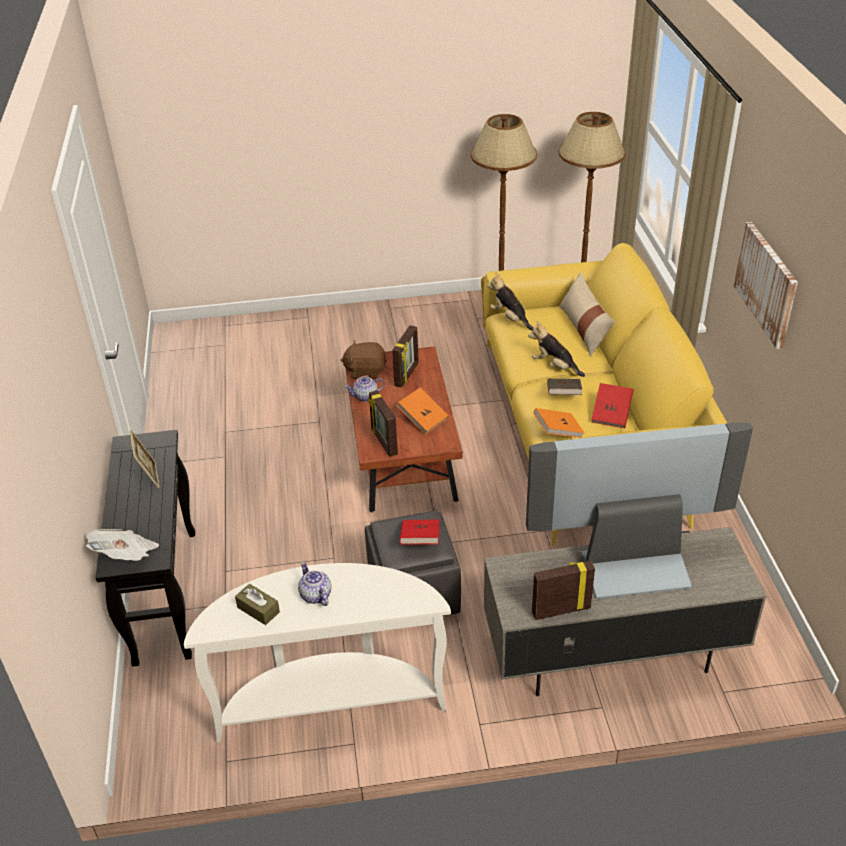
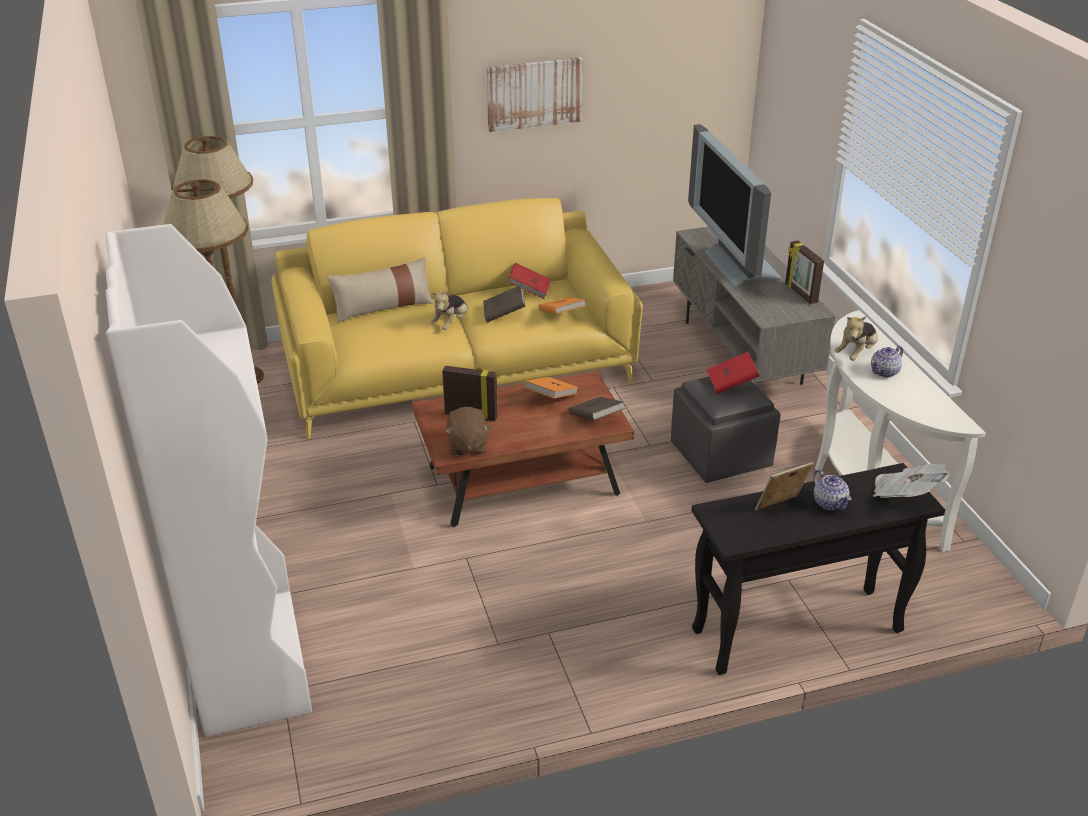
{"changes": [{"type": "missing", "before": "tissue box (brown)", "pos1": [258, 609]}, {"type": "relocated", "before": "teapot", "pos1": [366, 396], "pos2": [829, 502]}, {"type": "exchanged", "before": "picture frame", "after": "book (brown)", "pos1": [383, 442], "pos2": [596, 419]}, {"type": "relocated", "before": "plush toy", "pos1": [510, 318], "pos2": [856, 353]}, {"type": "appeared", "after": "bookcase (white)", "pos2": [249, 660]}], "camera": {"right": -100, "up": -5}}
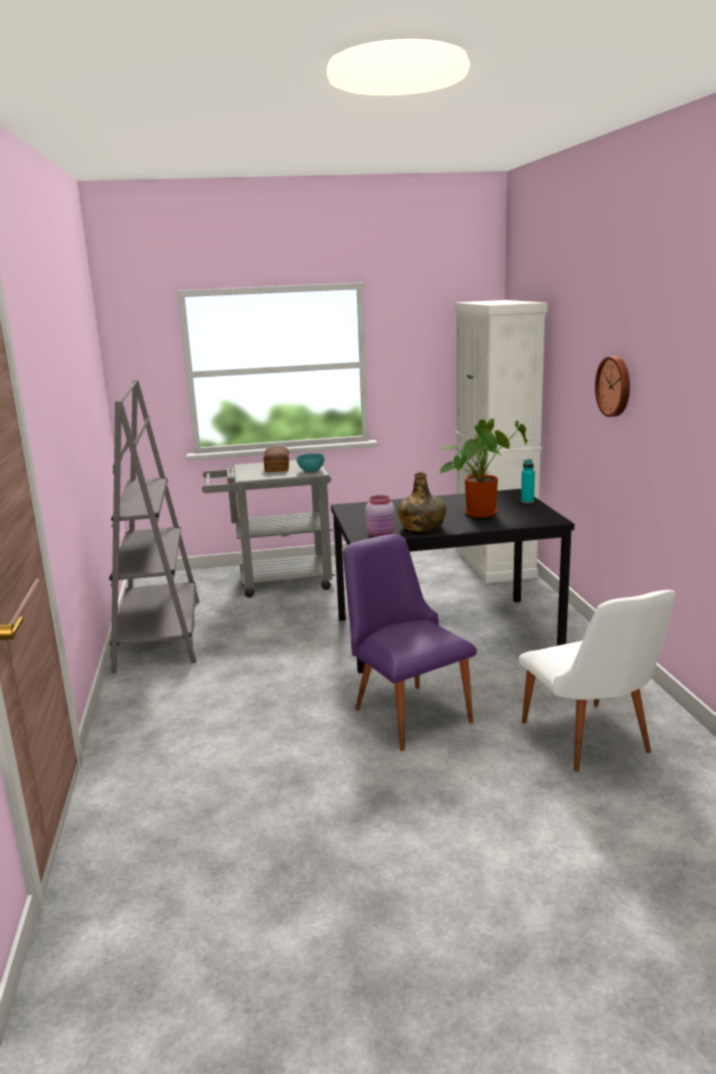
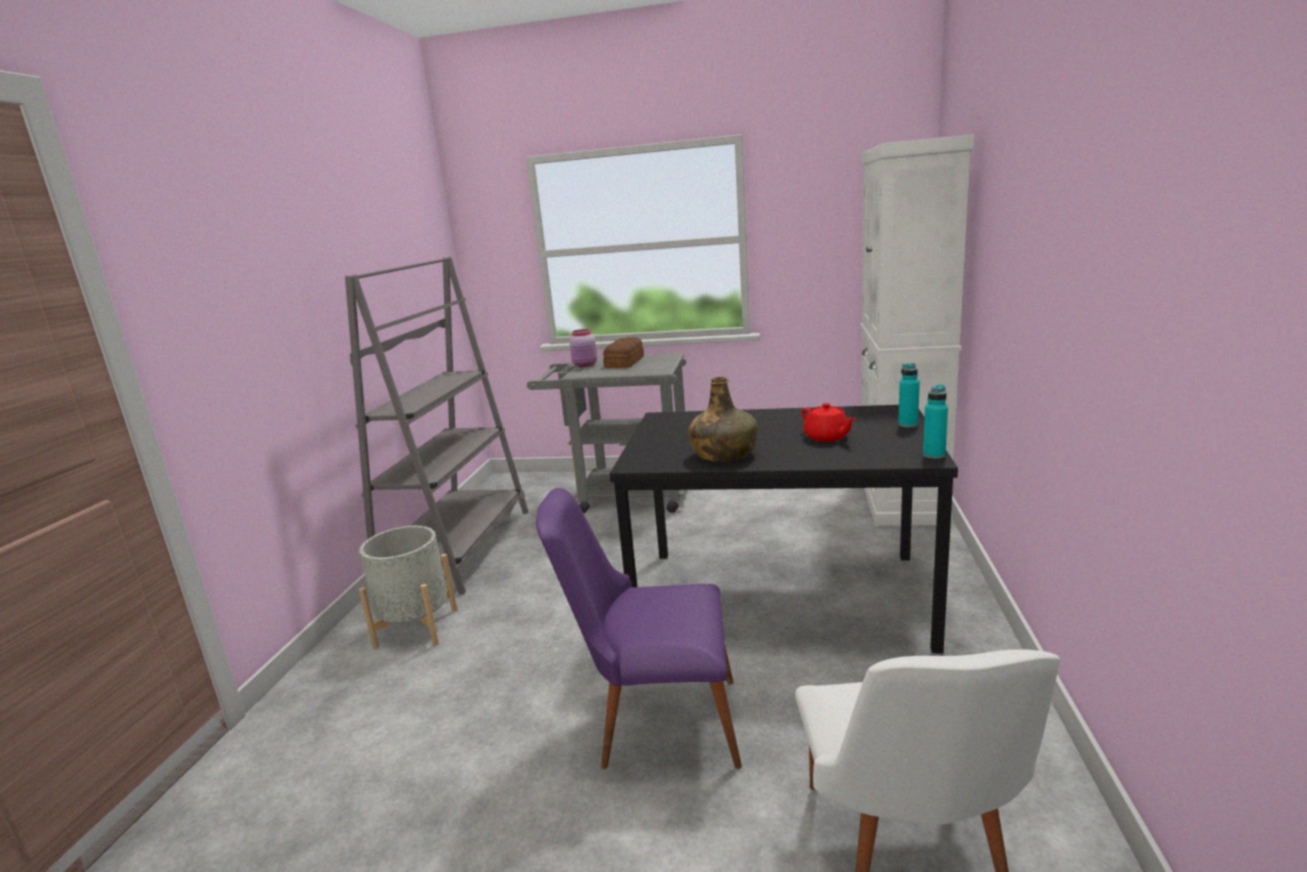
{"changes": [{"type": "missing", "before": "bowl (turquoise)", "pos1": [310, 471]}, {"type": "spun", "before": "chair (purple)", "pos1": [406, 710], "pos2": [654, 721], "turn": -75}, {"type": "relocated", "before": "jar (pink)", "pos1": [381, 534], "pos2": [585, 365]}, {"type": "exchanged", "before": "potted plant", "after": "teapot (red)", "pos1": [481, 512], "pos2": [827, 437]}, {"type": "missing", "before": "wall clock", "pos1": [615, 386]}, {"type": "appeared", "after": "planter (grey)", "pos2": [416, 628]}, {"type": "appeared", "after": "bottle (turquoise)", "pos2": [934, 455]}], "camera": {"right": 20, "up": 0}}
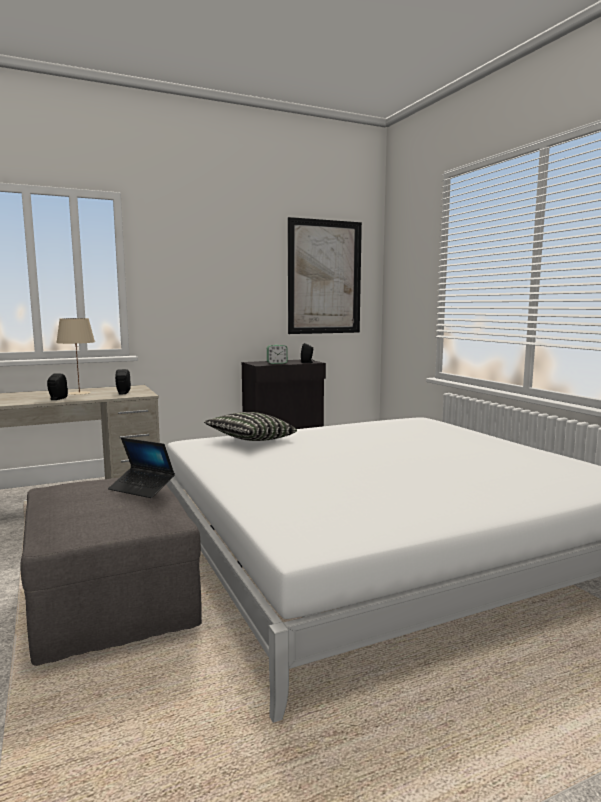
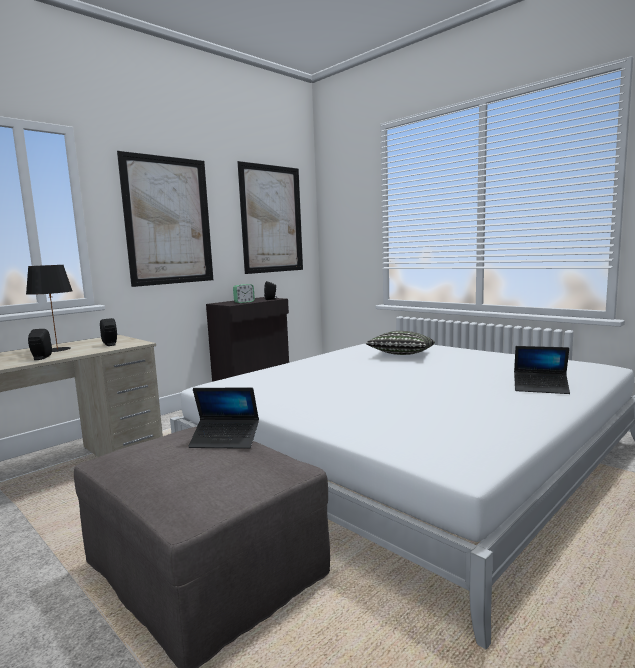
{"changes": [{"type": "colour", "before": "table lamp (beige)", "after": "table lamp (black)", "pos1": [79, 393], "pos2": [58, 349]}, {"type": "relocated", "before": "pillow", "pos1": [250, 440], "pos2": [401, 355]}, {"type": "appeared", "after": "picture", "pos2": [169, 221]}, {"type": "appeared", "after": "laptop", "pos2": [540, 388]}], "camera": {"right": -20, "up": 0}}
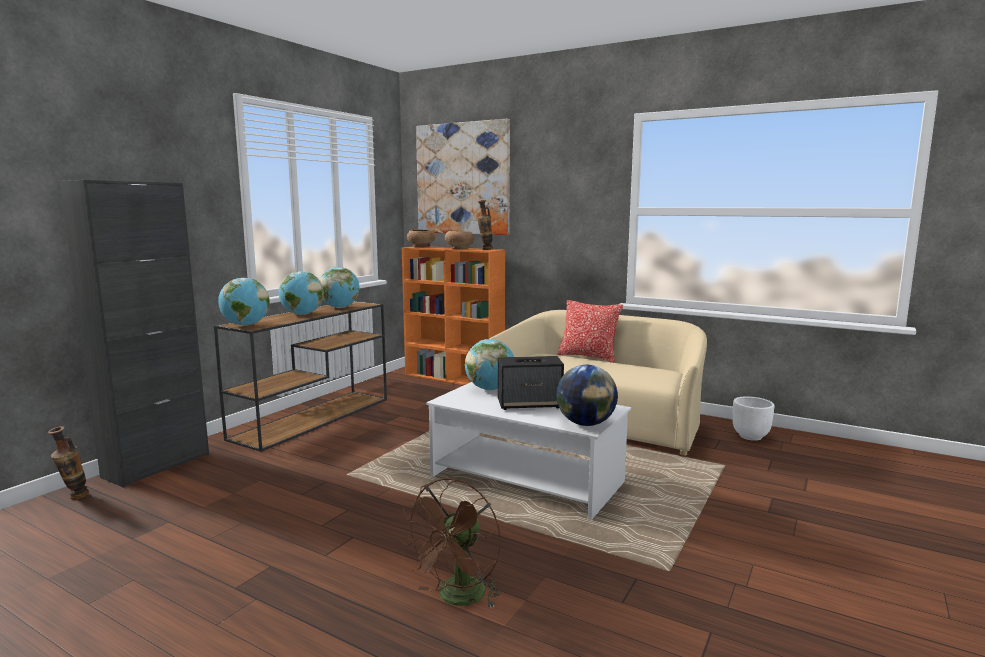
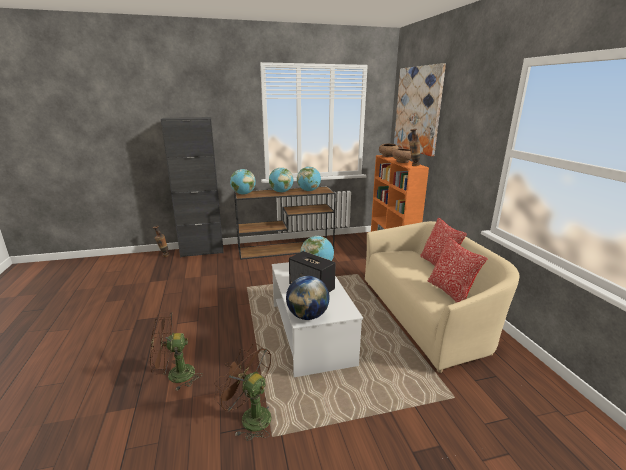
{"changes": [{"type": "missing", "before": "planter (white)", "pos1": [751, 436]}, {"type": "appeared", "after": "fan (brown)", "pos2": [250, 416]}, {"type": "appeared", "after": "pillow", "pos2": [450, 293]}], "camera": {"right": 45, "up": 10}}
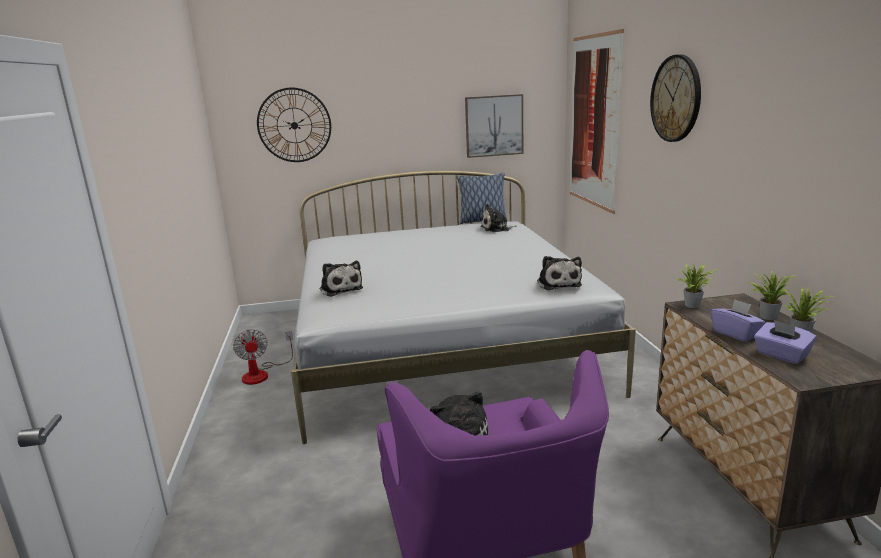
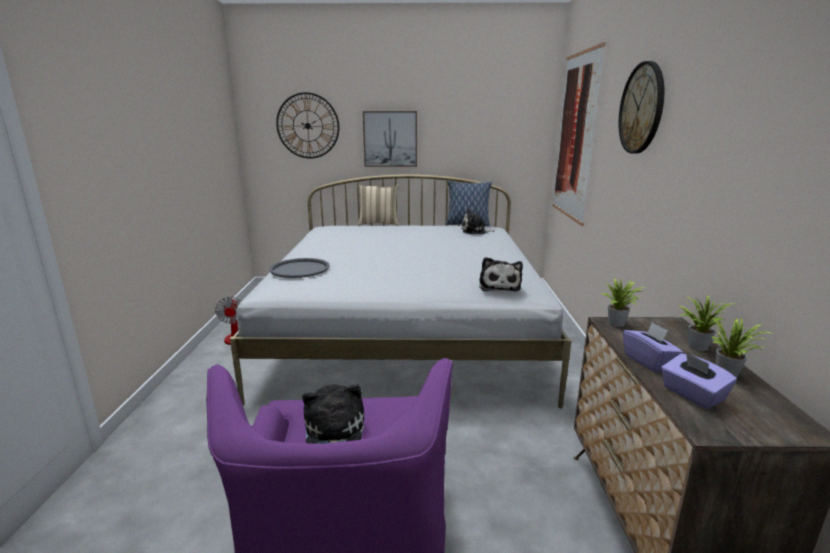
{"changes": [{"type": "exchanged", "before": "plush toy", "after": "tray (grey)", "pos1": [340, 289], "pos2": [299, 269]}, {"type": "relocated", "before": "picture", "pos1": [494, 126], "pos2": [390, 139]}, {"type": "appeared", "after": "pillow (beige)", "pos2": [378, 223]}], "camera": {"right": 10, "up": 0}}
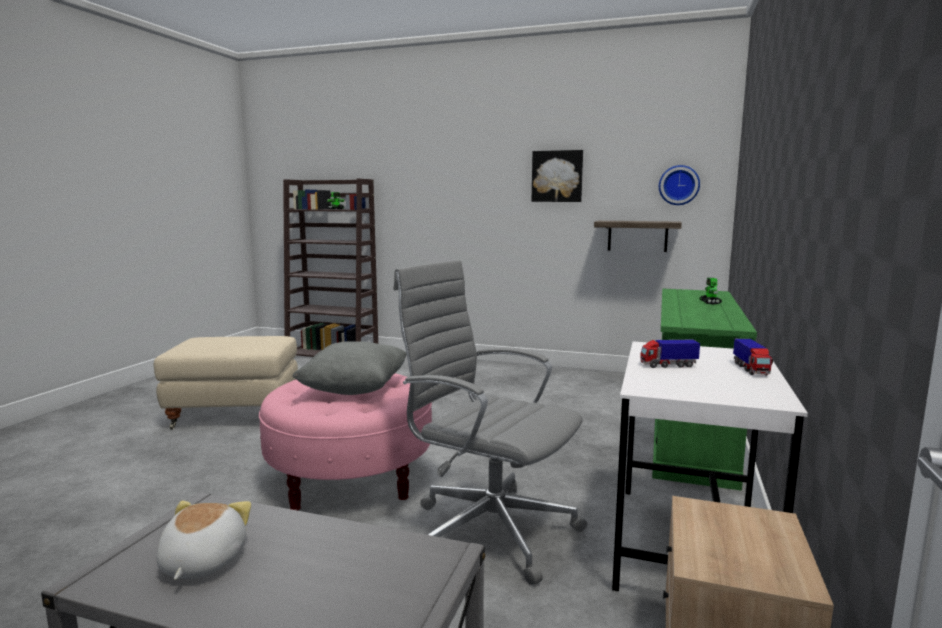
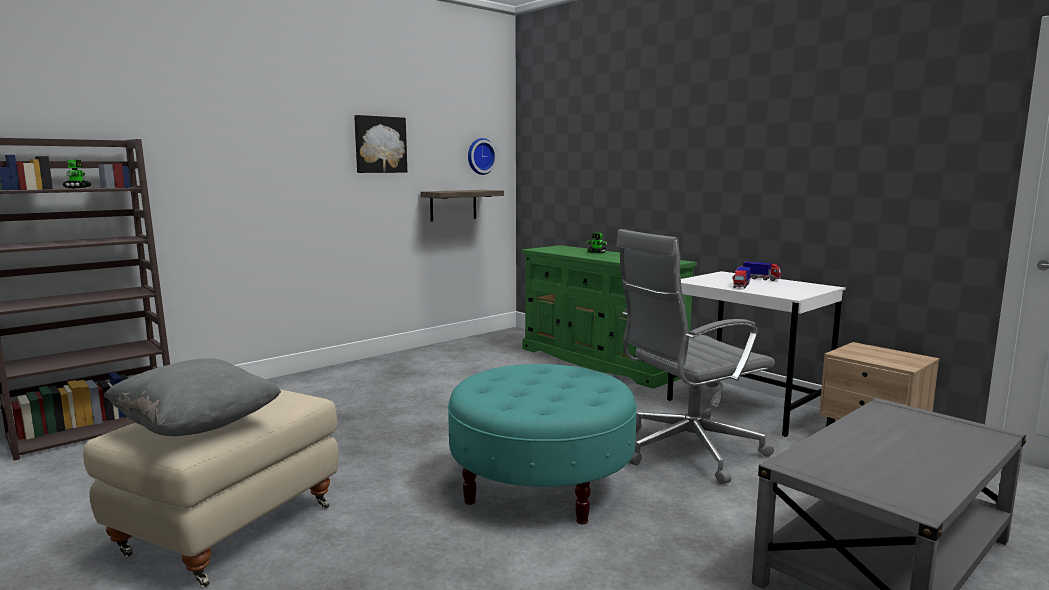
{"changes": [{"type": "missing", "before": "plush toy", "pos1": [201, 563]}, {"type": "colour", "before": "ottoman (pink)", "after": "ottoman (turquoise)", "pos1": [351, 478], "pos2": [541, 484]}, {"type": "relocated", "before": "pillow (grey)", "pos1": [354, 390], "pos2": [197, 426]}], "camera": {"right": -60, "up": 0}}
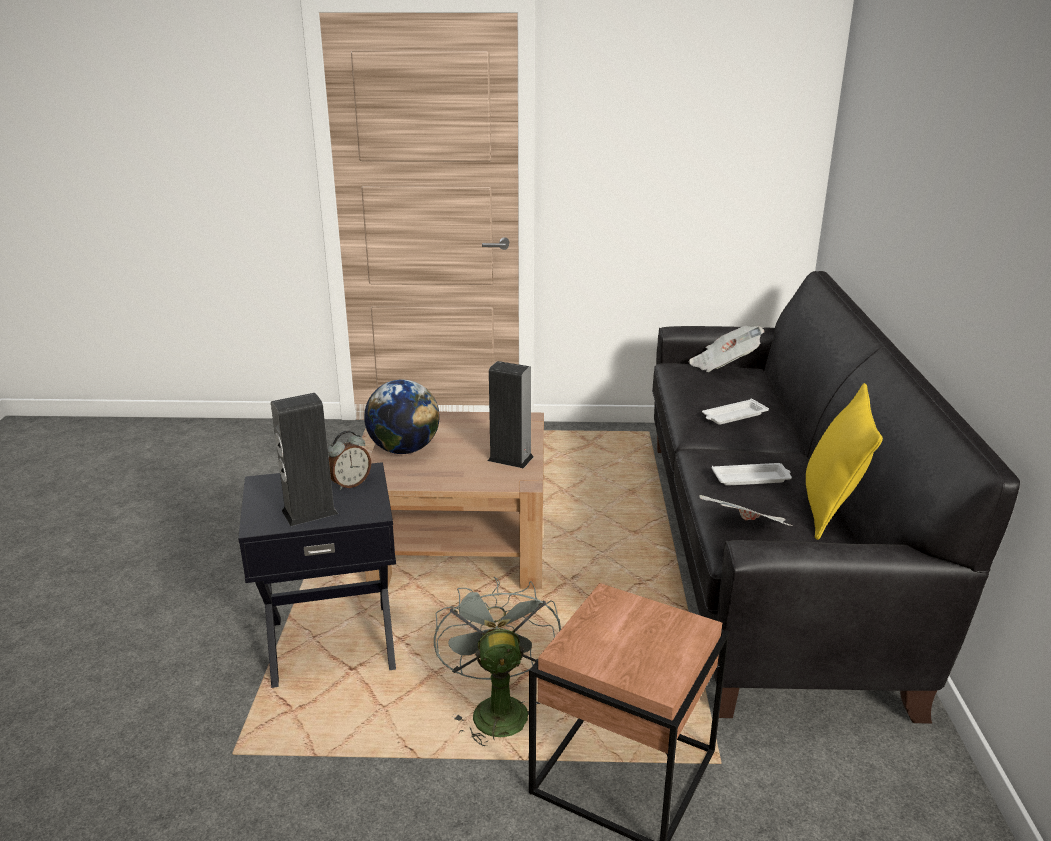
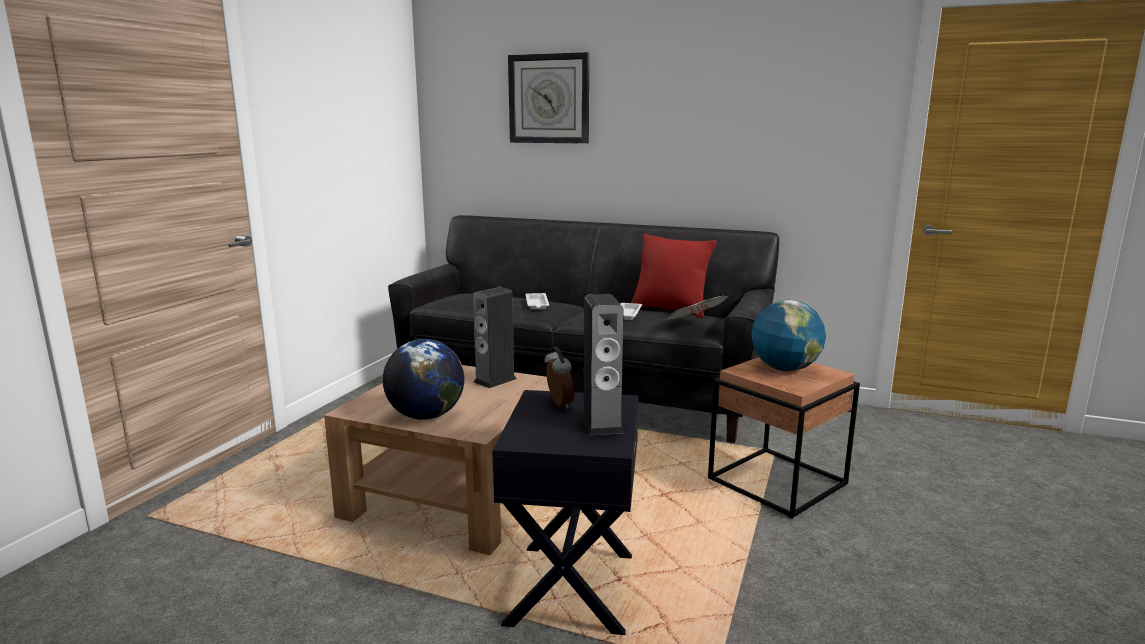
{"changes": [{"type": "missing", "before": "fan (grey)", "pos1": [496, 708]}, {"type": "missing", "before": "newspaper", "pos1": [723, 365]}, {"type": "colour", "before": "pillow (yellow)", "after": "pillow (red)", "pos1": [830, 508], "pos2": [670, 310]}, {"type": "appeared", "after": "wall clock", "pos2": [549, 99]}, {"type": "appeared", "after": "globe", "pos2": [784, 369]}], "camera": {"right": -70, "up": -10}}
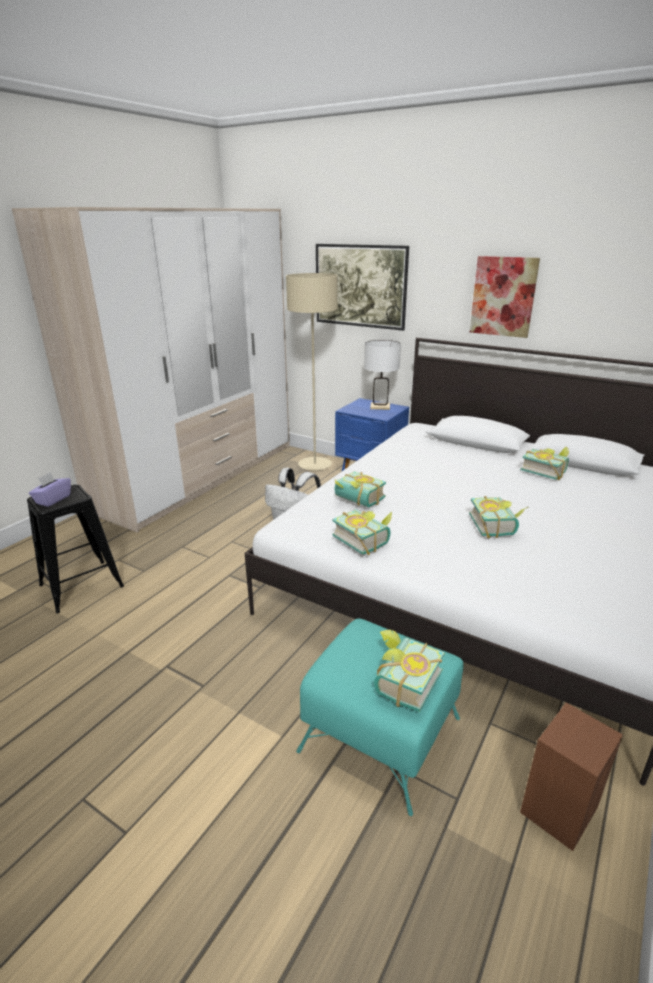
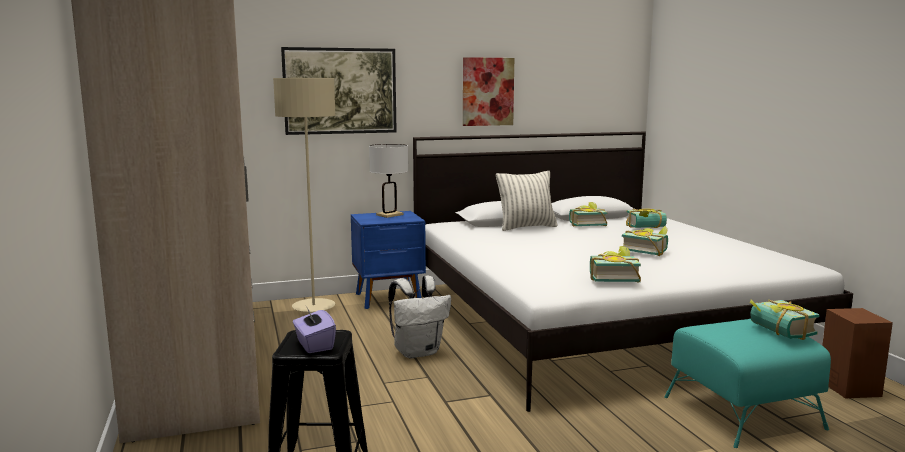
{"changes": [{"type": "relocated", "before": "book", "pos1": [356, 501], "pos2": [647, 228]}, {"type": "appeared", "after": "pillow", "pos2": [526, 227]}], "camera": {"right": -50, "up": -15}}
